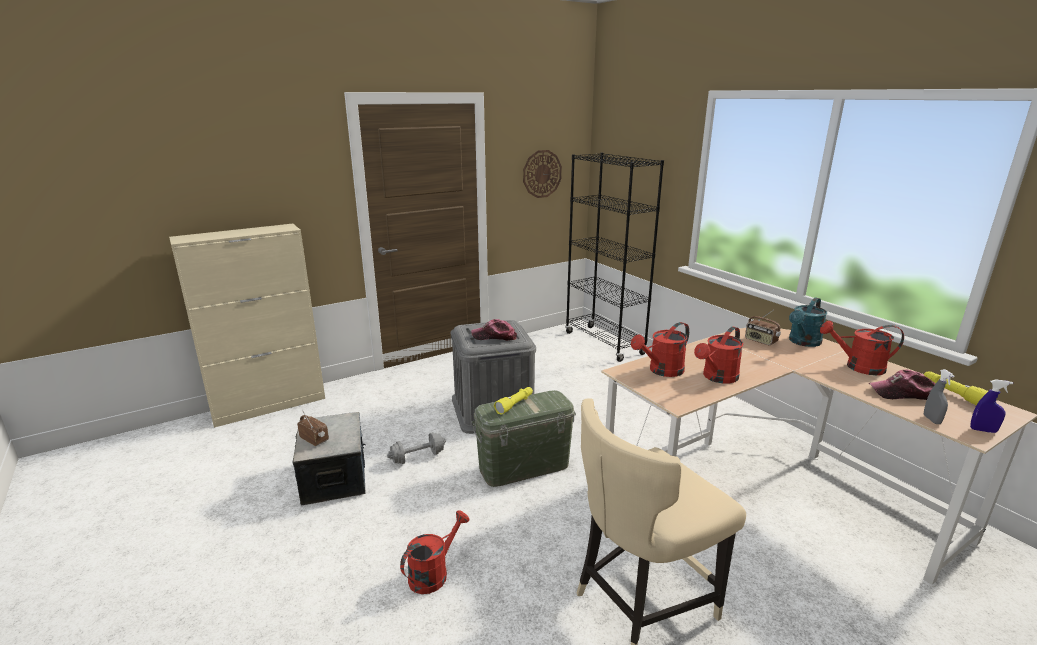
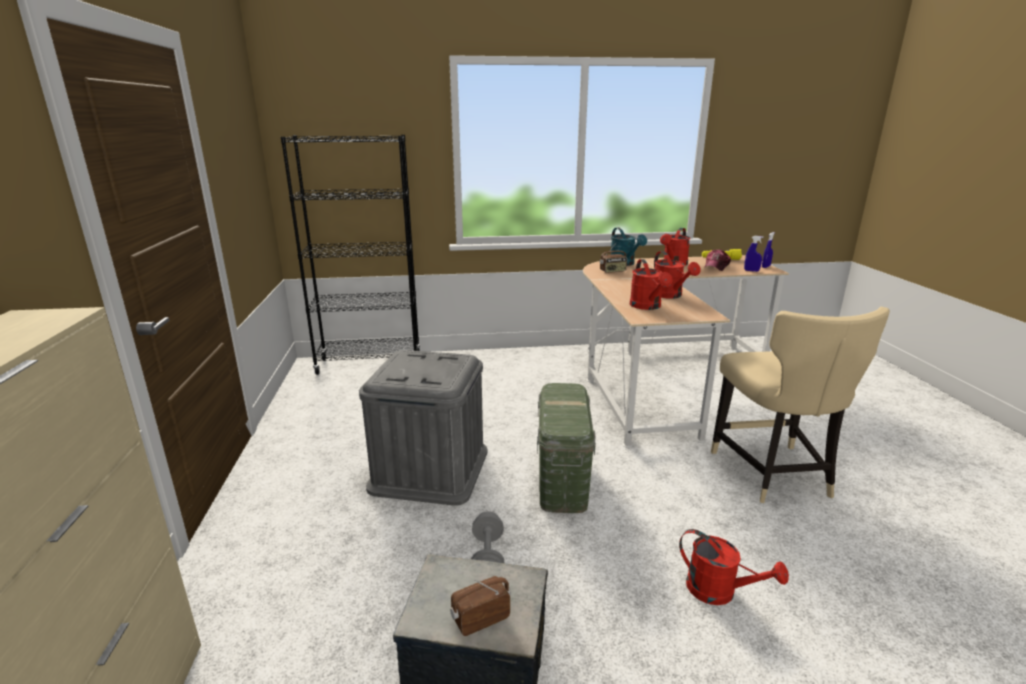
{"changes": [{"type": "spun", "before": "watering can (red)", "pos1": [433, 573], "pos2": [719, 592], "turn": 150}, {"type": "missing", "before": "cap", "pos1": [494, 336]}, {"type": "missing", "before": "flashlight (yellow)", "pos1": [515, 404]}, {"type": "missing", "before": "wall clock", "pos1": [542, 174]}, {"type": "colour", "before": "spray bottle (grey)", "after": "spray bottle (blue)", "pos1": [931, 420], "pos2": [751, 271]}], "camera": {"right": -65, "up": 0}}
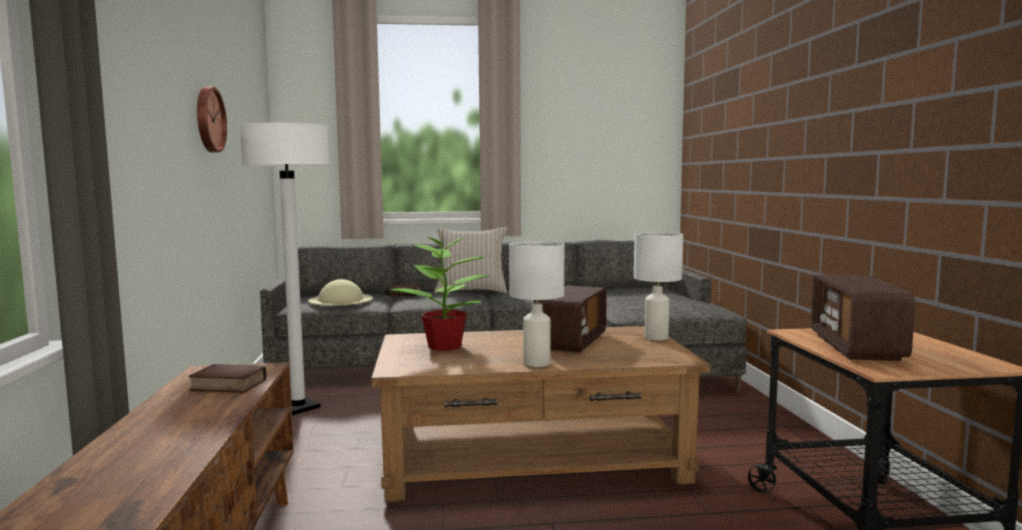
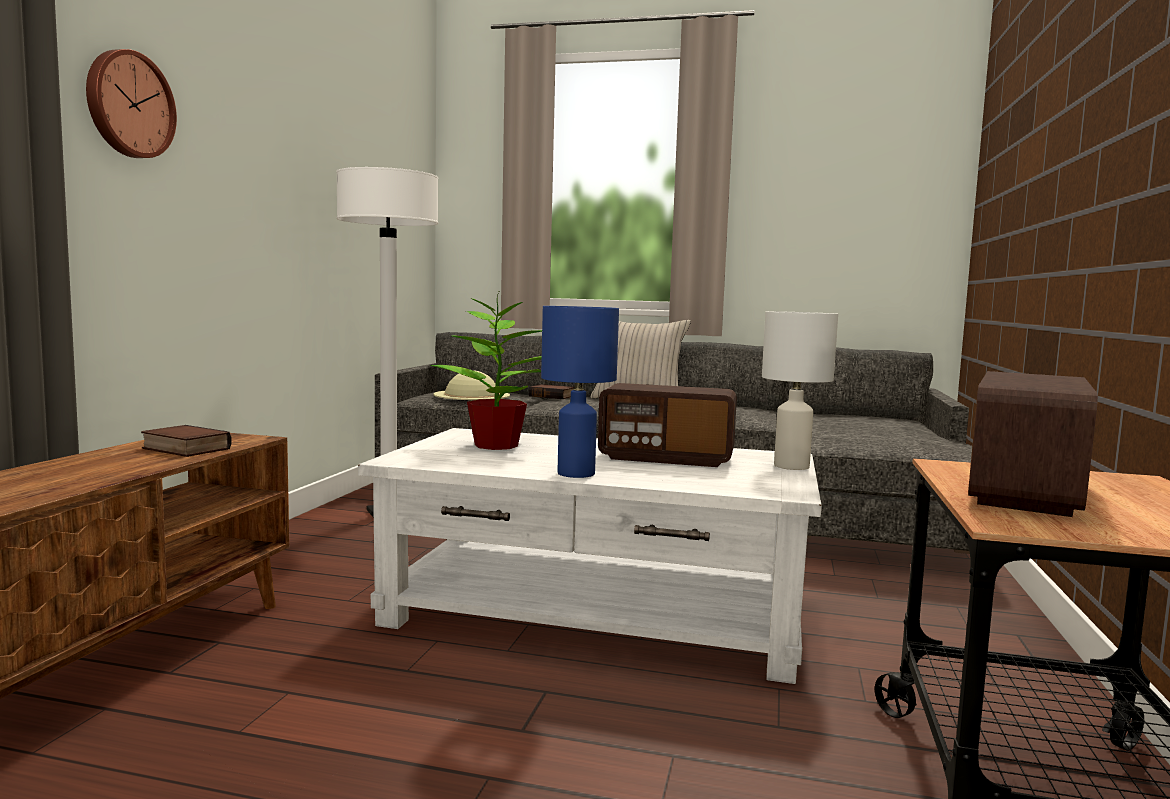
{"changes": [{"type": "relocated", "before": "wall clock", "pos1": [208, 119], "pos2": [128, 105]}, {"type": "colour", "before": "coffee table (brown)", "after": "coffee table (white)", "pos1": [533, 460], "pos2": [598, 612]}, {"type": "colour", "before": "table lamp (white)", "after": "table lamp (blue)", "pos1": [537, 363], "pos2": [577, 474]}, {"type": "spun", "before": "radio", "pos1": [574, 342], "pos2": [666, 458], "turn": 60}], "camera": {"right": 20, "up": 0}}
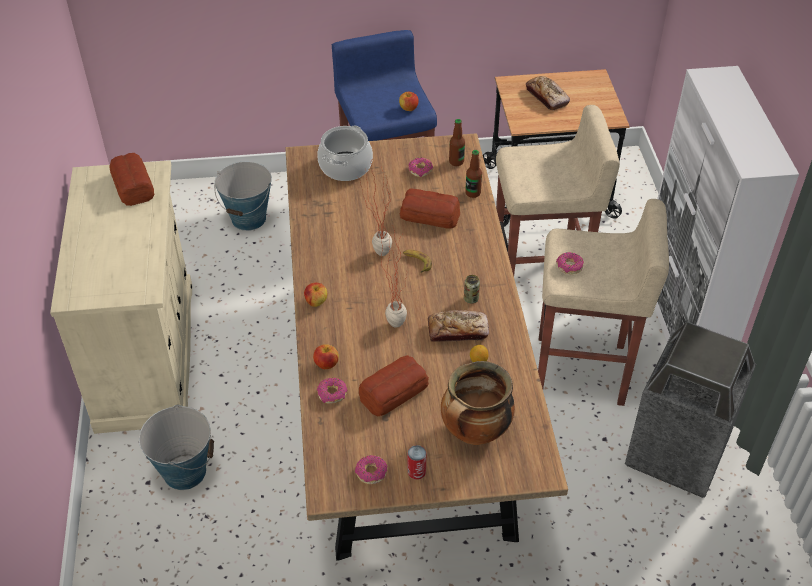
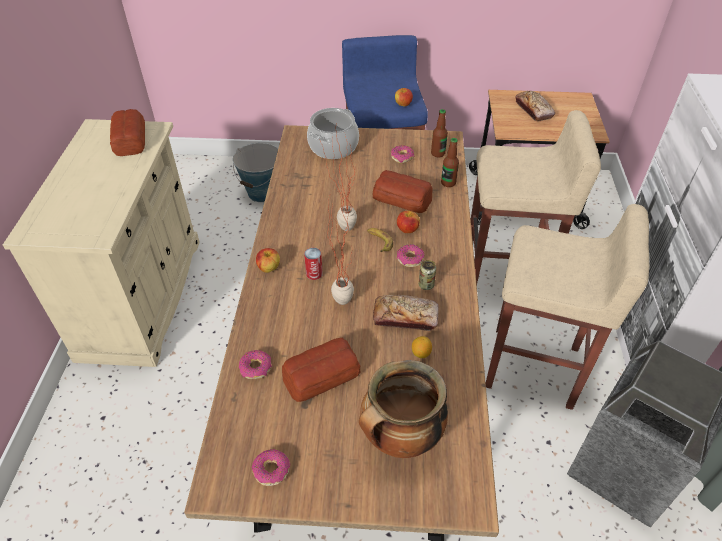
{"changes": [{"type": "missing", "before": "bucket", "pos1": [184, 471]}, {"type": "relocated", "before": "apple", "pos1": [326, 364], "pos2": [407, 229]}, {"type": "relocated", "before": "can", "pos1": [416, 471], "pos2": [314, 273]}, {"type": "relocated", "before": "donut", "pos1": [569, 266], "pos2": [410, 259]}], "camera": {"right": 10, "up": 0}}
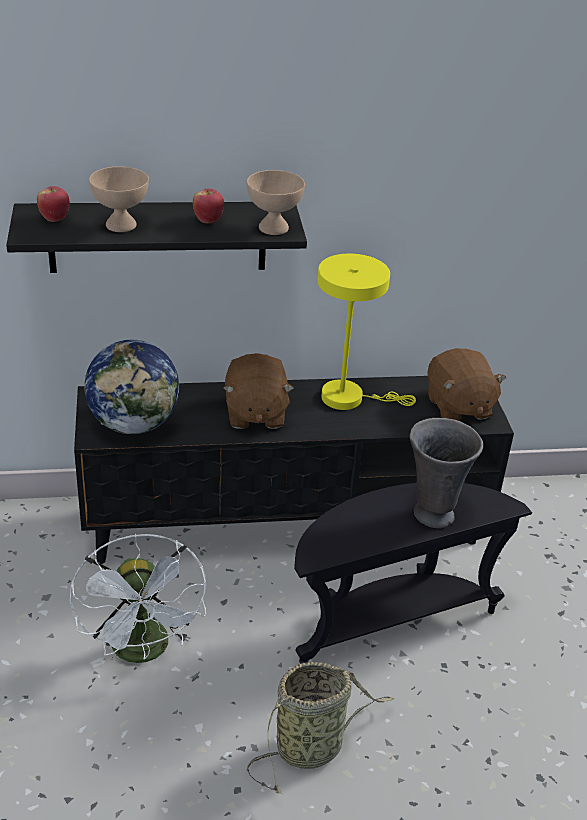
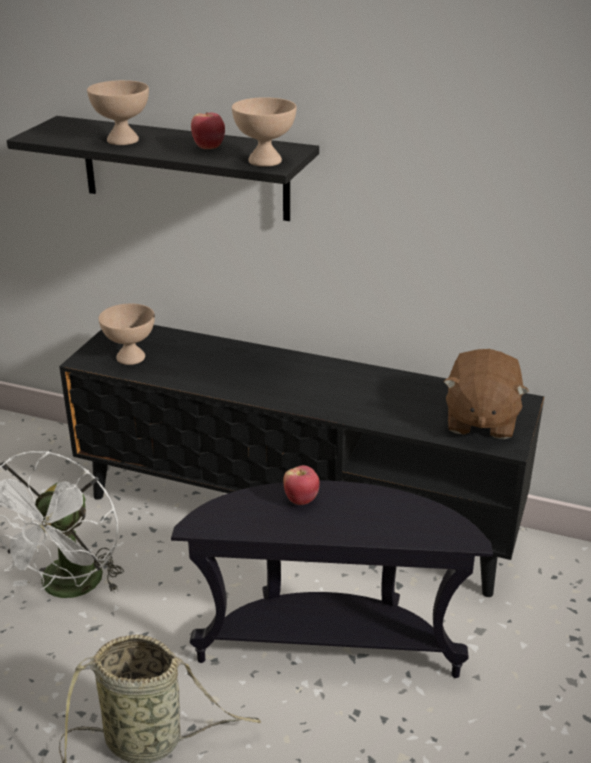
{"changes": [{"type": "relocated", "before": "apple", "pos1": [54, 218], "pos2": [301, 500]}, {"type": "exchanged", "before": "globe", "after": "bowl (beige)", "pos1": [134, 424], "pos2": [131, 358]}, {"type": "missing", "before": "plush toy (brown)", "pos1": [255, 414]}, {"type": "missing", "before": "table lamp (yellow)", "pos1": [349, 398]}, {"type": "missing", "before": "vase (grey)", "pos1": [432, 514]}], "camera": {"right": 30, "up": -5}}
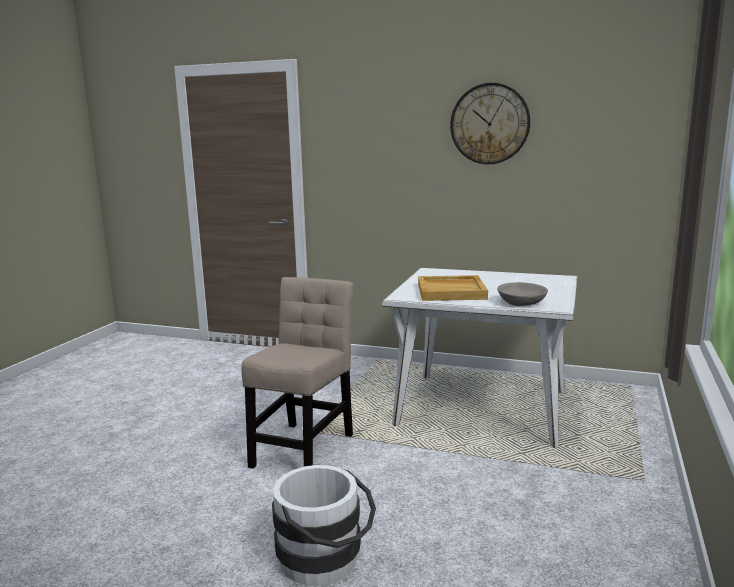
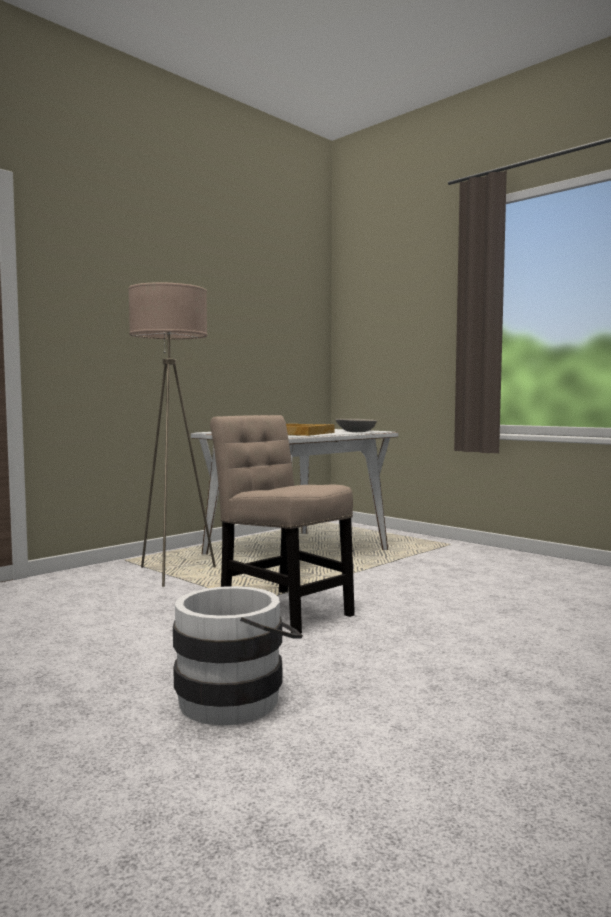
{"changes": [{"type": "relocated", "before": "bucket (white)", "pos1": [326, 561], "pos2": [238, 698]}, {"type": "missing", "before": "wall clock", "pos1": [489, 124]}, {"type": "appeared", "after": "floor lamp (beige)", "pos2": [173, 573]}], "camera": {"right": -65, "up": -10}}
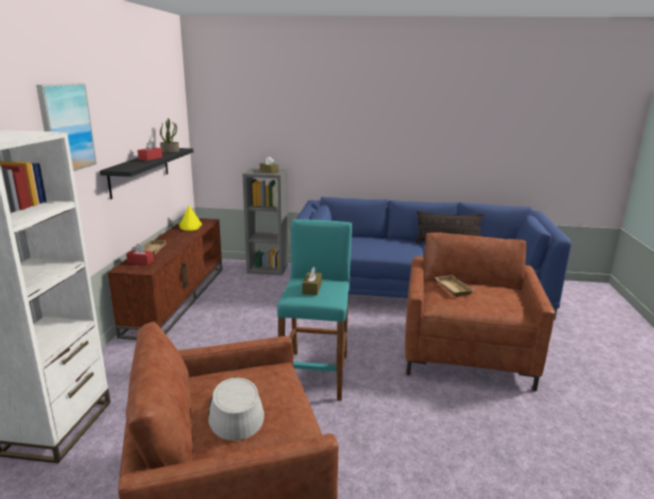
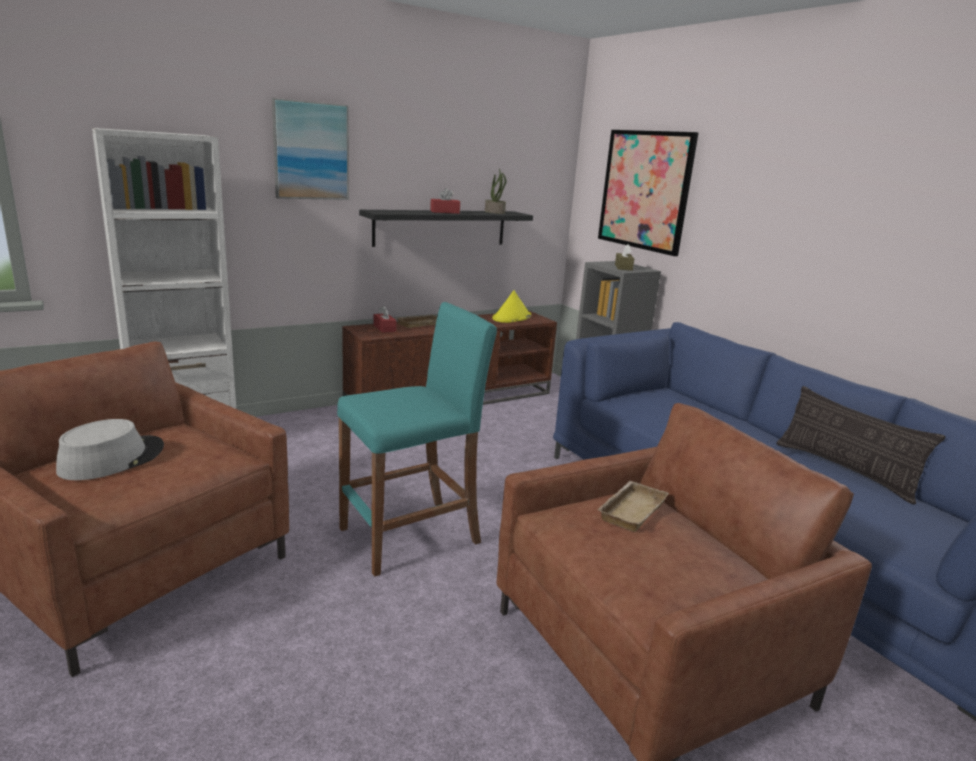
{"changes": [{"type": "missing", "before": "tissue box (brown)", "pos1": [312, 289]}, {"type": "appeared", "after": "picture", "pos2": [645, 190]}], "camera": {"right": 50, "up": 0}}
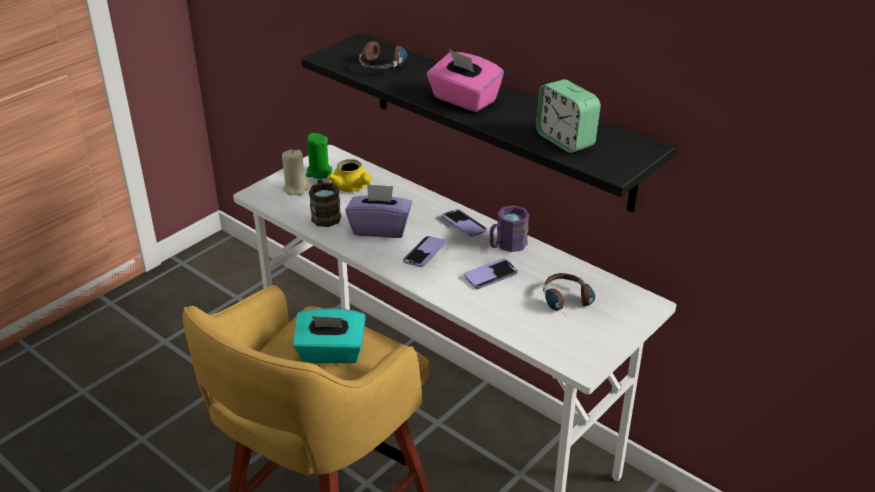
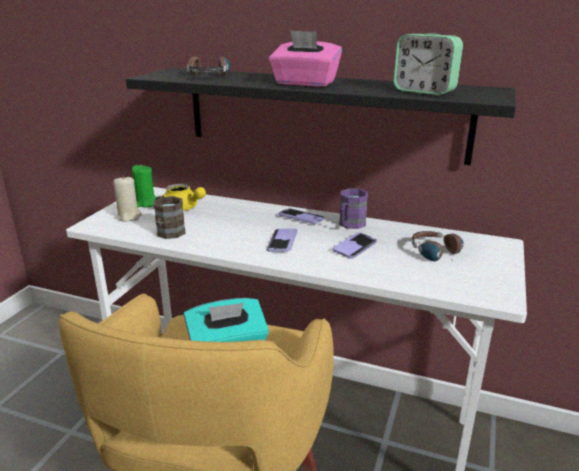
{"changes": [{"type": "missing", "before": "tissue box (purple)", "pos1": [380, 228]}], "camera": {"right": -20, "up": -10}}
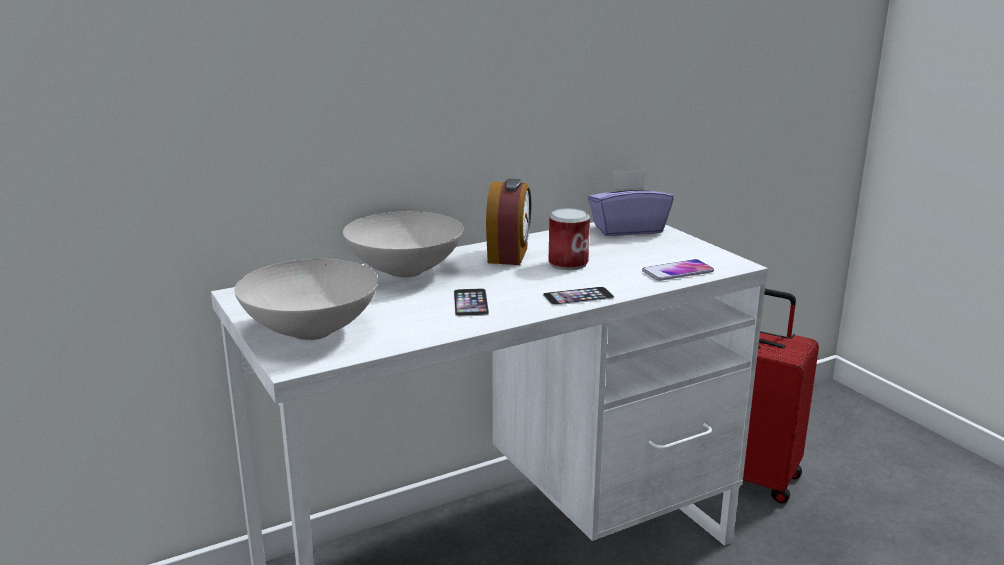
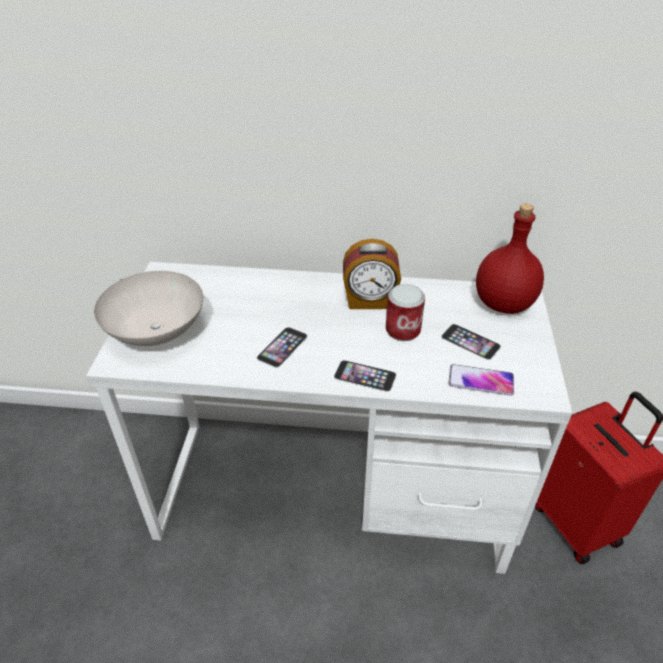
{"changes": [{"type": "missing", "before": "bowl (white)", "pos1": [406, 272]}, {"type": "spun", "before": "alarm clock", "pos1": [509, 255], "pos2": [370, 301], "turn": 45}, {"type": "exchanged", "before": "tissue box (purple)", "after": "bottle (red)", "pos1": [628, 229], "pos2": [503, 304]}, {"type": "appeared", "after": "phone", "pos2": [470, 341]}], "camera": {"right": 35, "up": 20}}
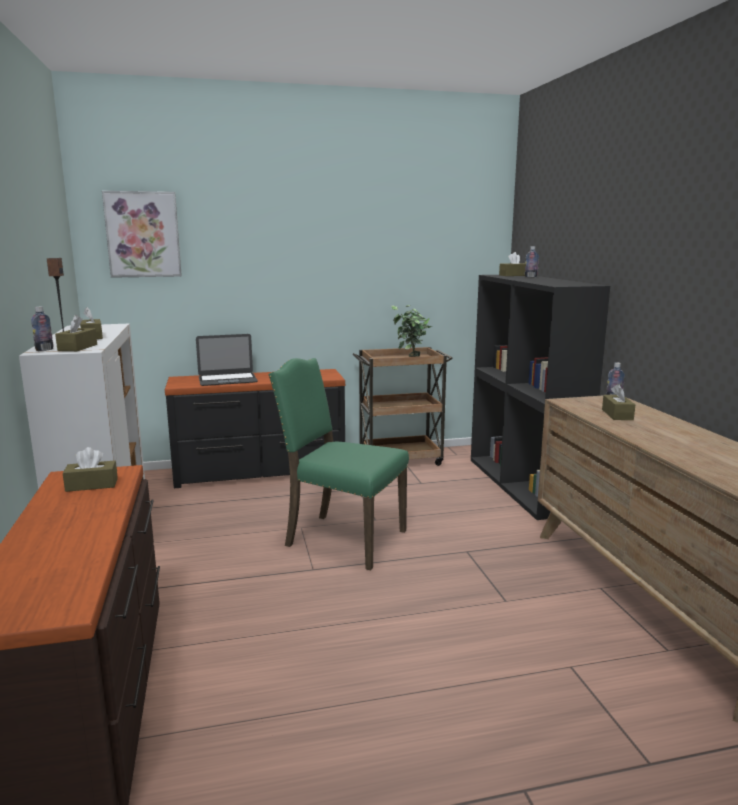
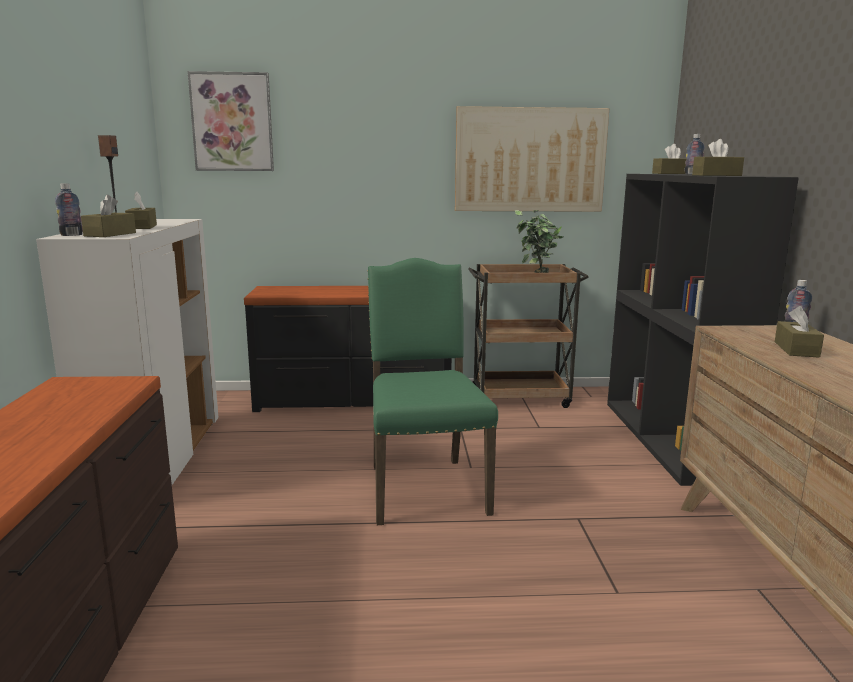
{"changes": [{"type": "relocated", "before": "tissue box (brown)", "pos1": [92, 485], "pos2": [716, 175]}, {"type": "missing", "before": "laptop", "pos1": [227, 379]}, {"type": "spun", "before": "chair (green)", "pos1": [342, 539], "pos2": [424, 487], "turn": 45}, {"type": "appeared", "after": "picture", "pos2": [530, 160]}], "camera": {"right": 10, "up": 0}}
